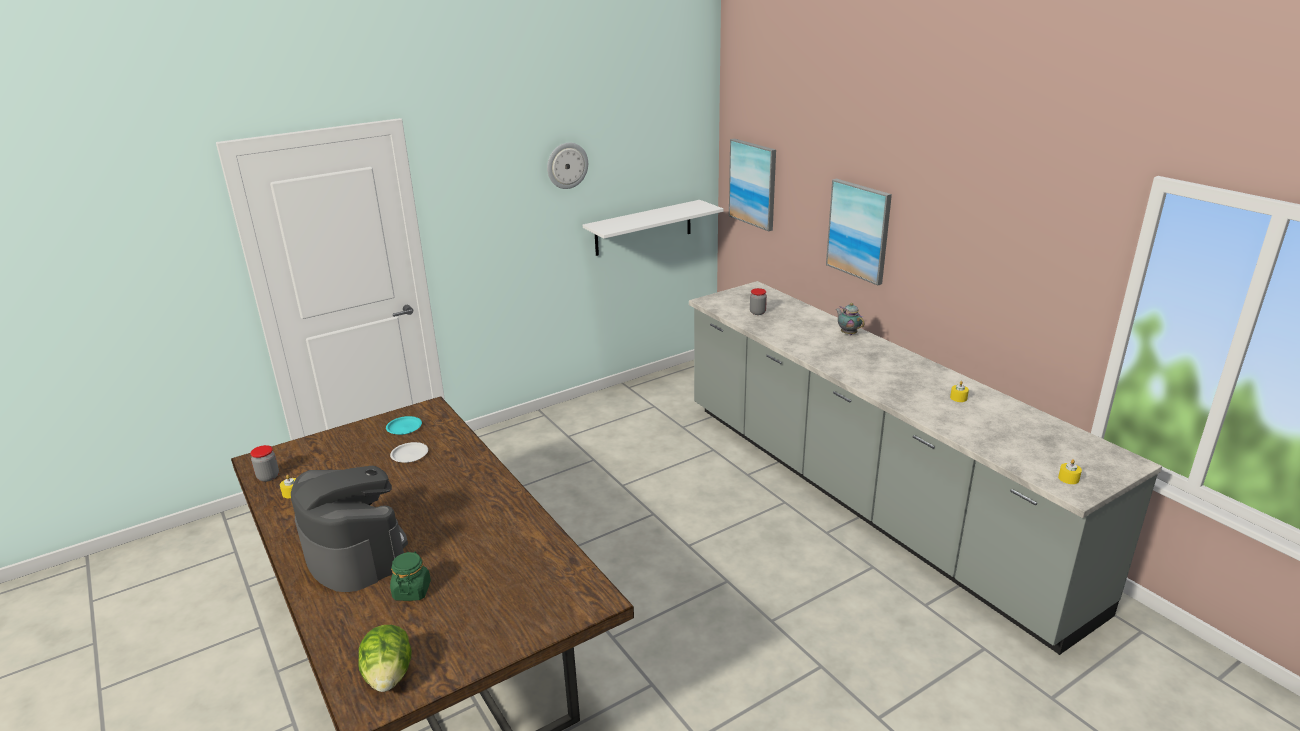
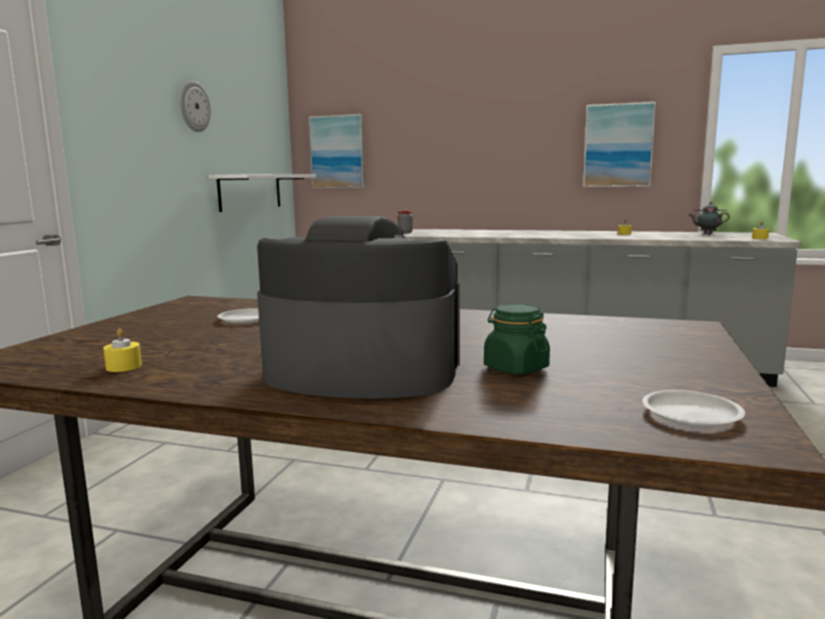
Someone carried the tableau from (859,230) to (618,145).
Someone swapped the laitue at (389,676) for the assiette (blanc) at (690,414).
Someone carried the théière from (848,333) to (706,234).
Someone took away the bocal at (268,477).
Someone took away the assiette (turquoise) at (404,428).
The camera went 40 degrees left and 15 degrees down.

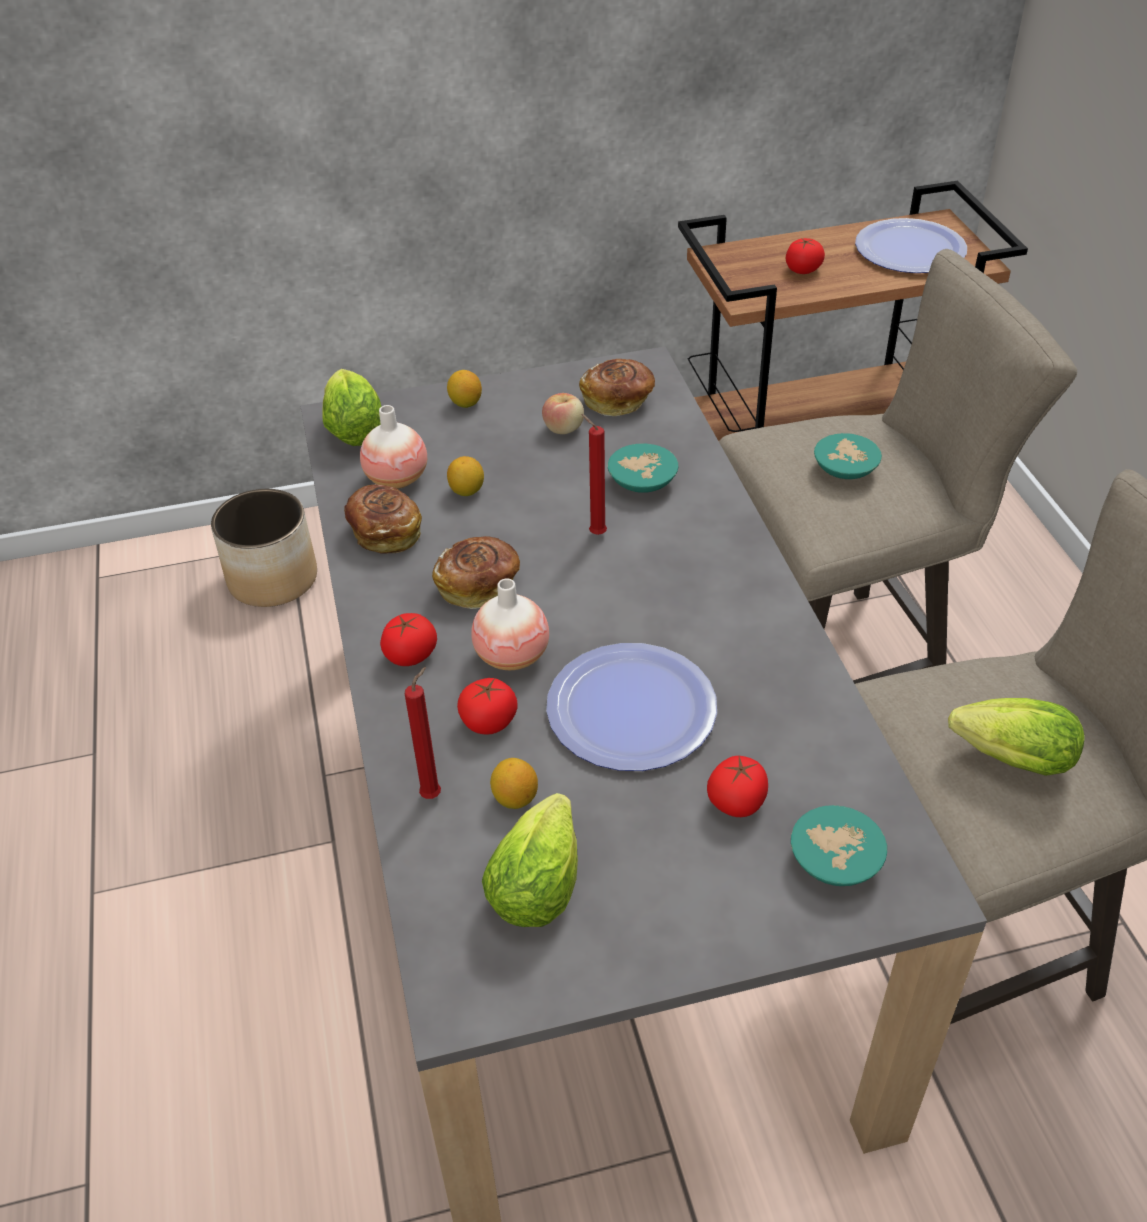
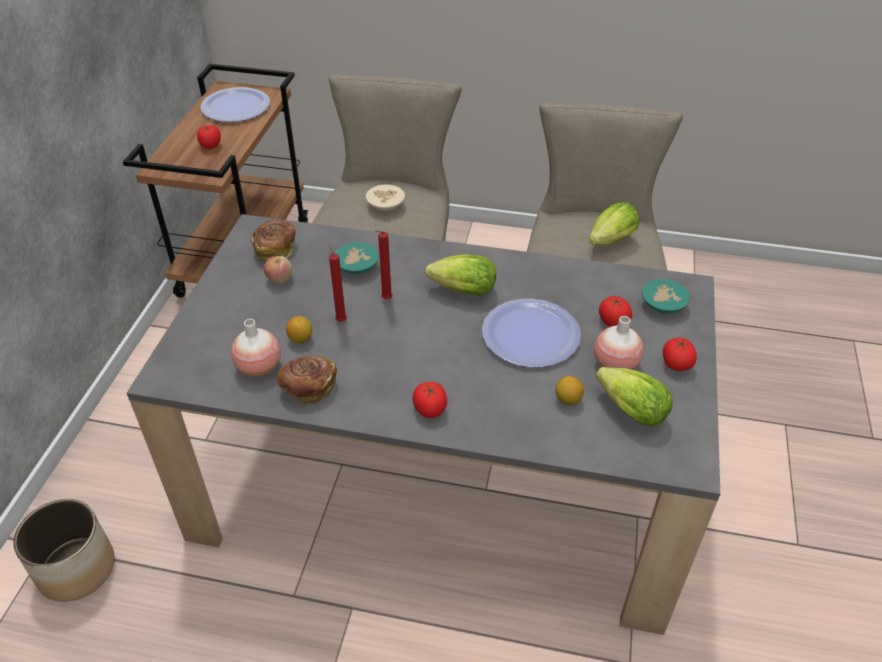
Someone carried the bougie (rouge) from (433,794) to (341,320).
Someone repainted the bol (turquoise) at (845,468), which became the bol (beige) at (384,205).
Someone carried the laitue from (353,427) to (459,290).
Someone carried the vase from (512,656) to (615,364).
Someone carried the tomate from (489,721) to (676,364).
Someone took away the pain at (479,586).
Someone took away the citron at (465,403).
The camera went 65 degrees left and 0 degrees up.

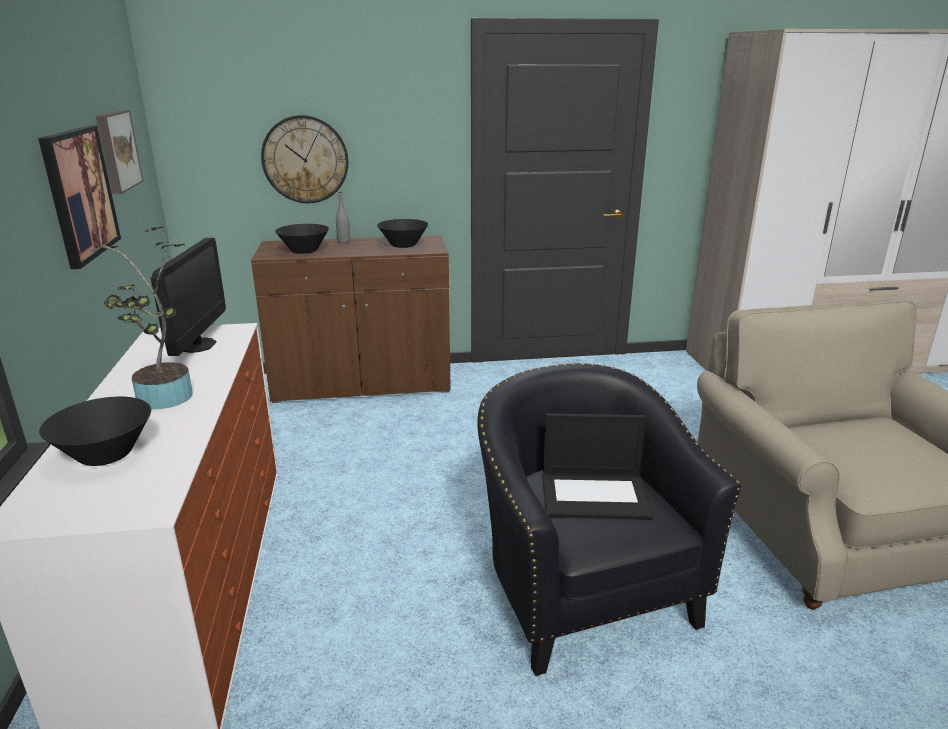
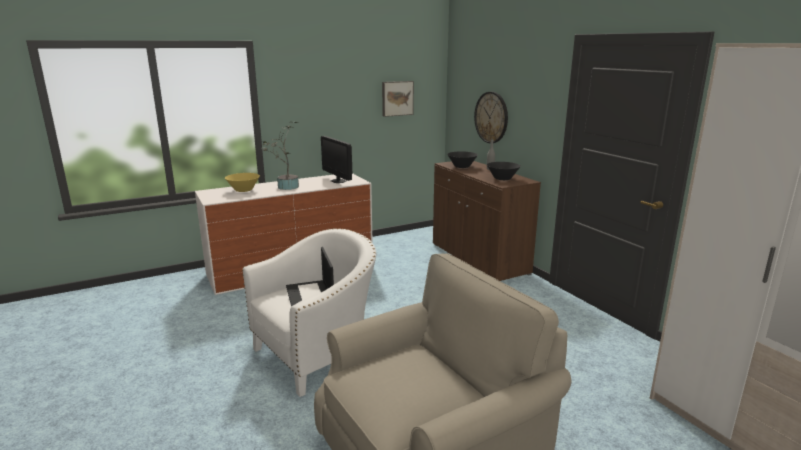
Someone repainted the bol (noir) at (105,455), which became the bol (jaune) at (243,190).
Someone repainted the fauteuil (noir) at (581,590), which became the fauteuil (blanc) at (318,355).
Someone rotated the écran d'ordinateur at (198,345) by 75 degrees clockwise.
Someone took away the tableau at (79,194).
The camera went 70 degrees right and 5 degrees down.

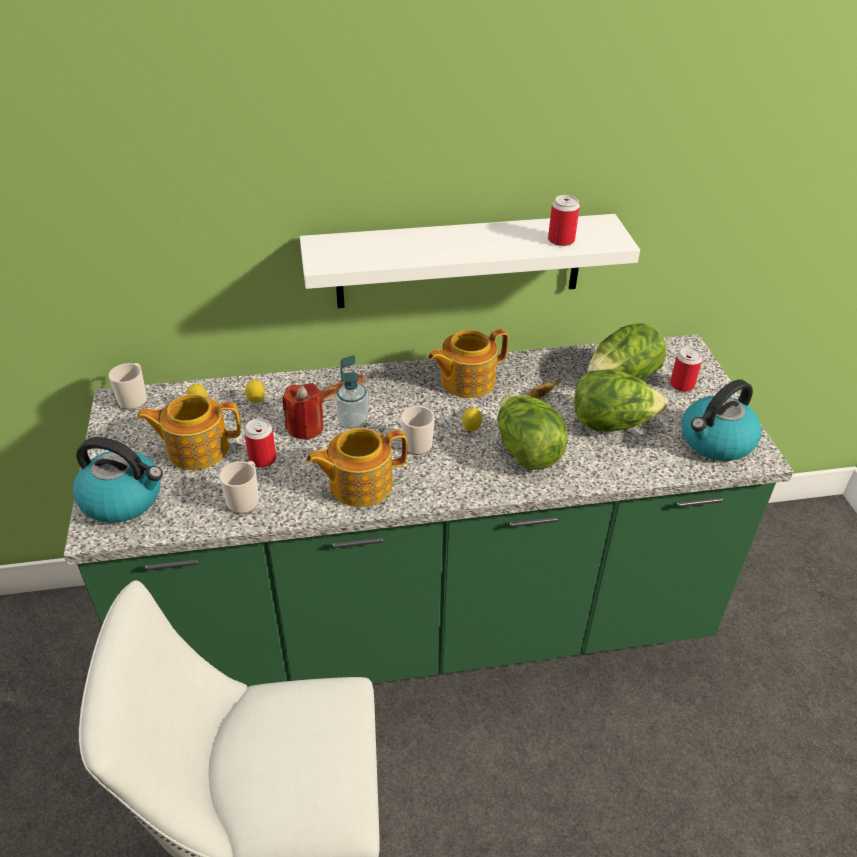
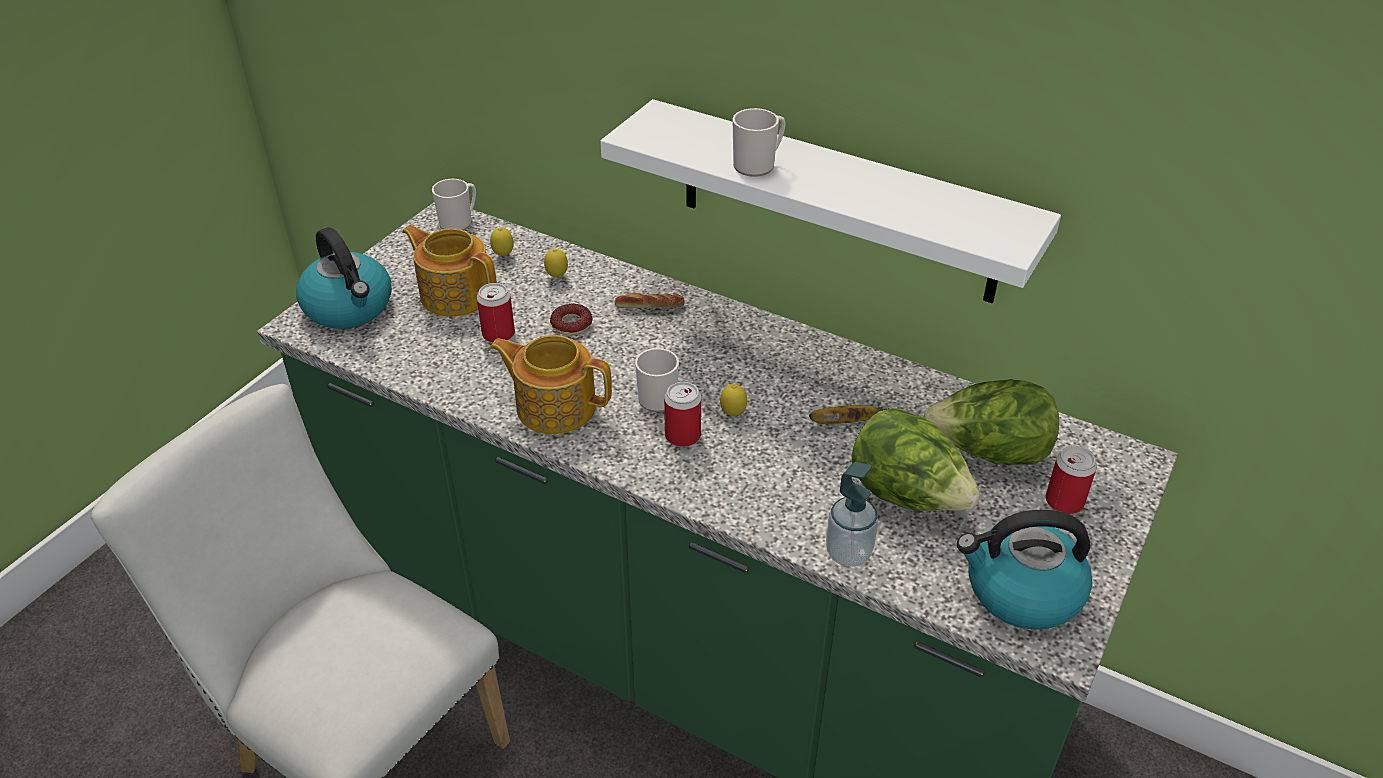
Someone swapped the bougie (rouge) at (305,428) for the beignet at (571,324).
Someone carried the boîte métallique from (561,240) to (682,436).
Someone carried the mug from (245,500) to (758,165).
Someone carried the distributeur de savon from (353,421) to (848,553).
Someone took away the théière at (466,381).
Someone took away the laitue at (526,451).
The camera went 40 degrees right and 0 degrees up.

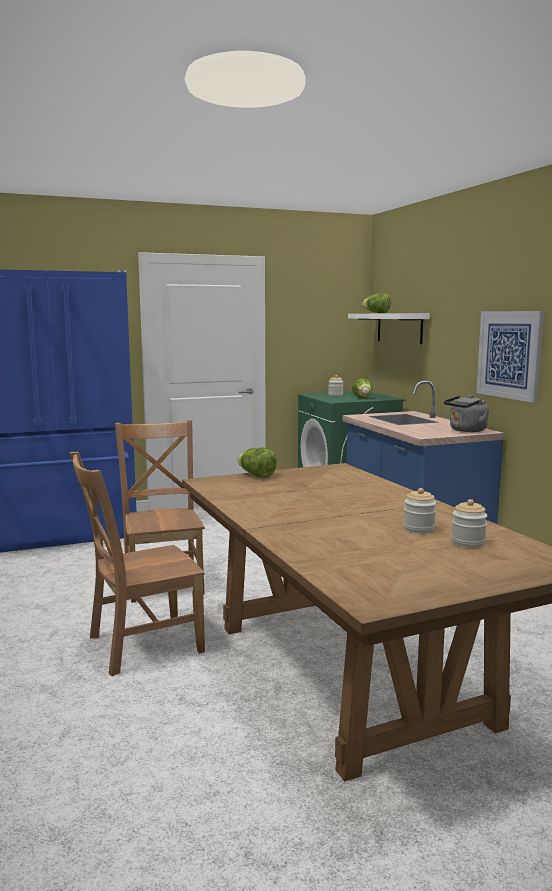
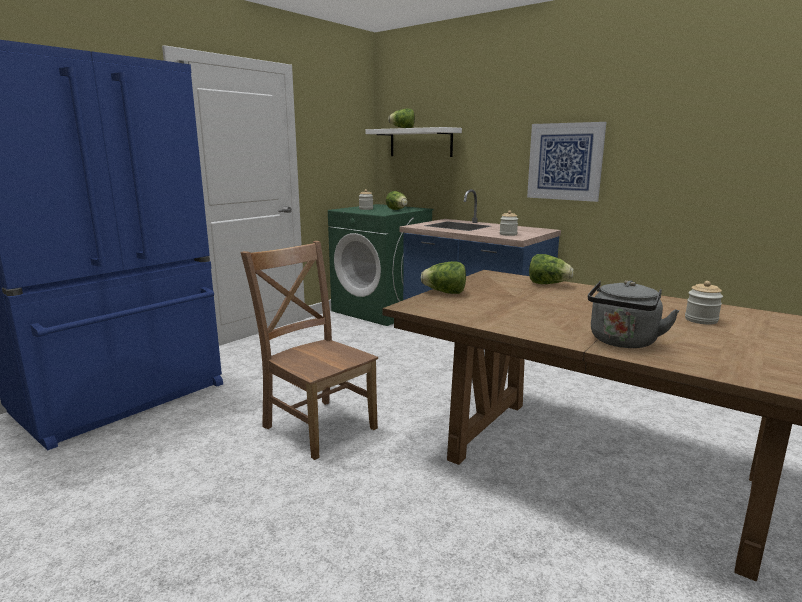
Someone carried the bocal from (468,542) to (508,234).
Someone put down the laitue at (548,284).
Someone carried the bouilloire (gris) from (466,430) to (622,342).
Someone took away the chaise (marron) at (140,645).
The camera went 30 degrees left and 5 degrees up.

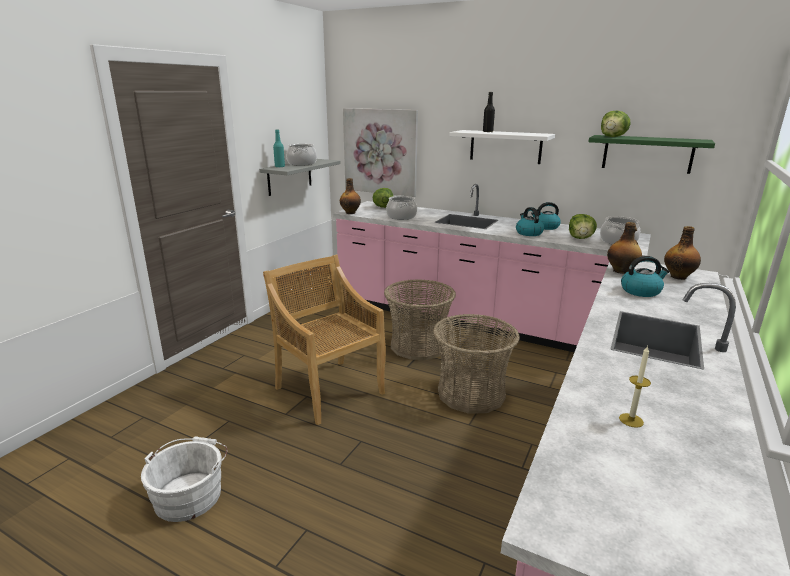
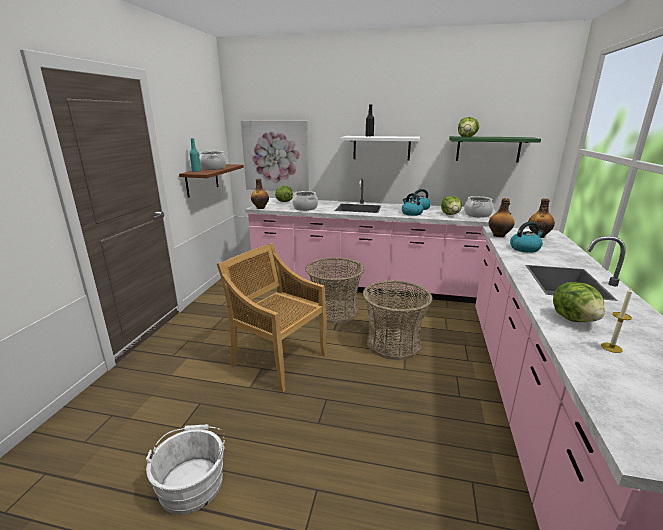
Someone repainted the étagère (gris) at (290,176), which became the étagère (marron) at (202,180).
Someone put down the laitue at (575,319).
The camera went 15 degrees left and 0 degrees up.

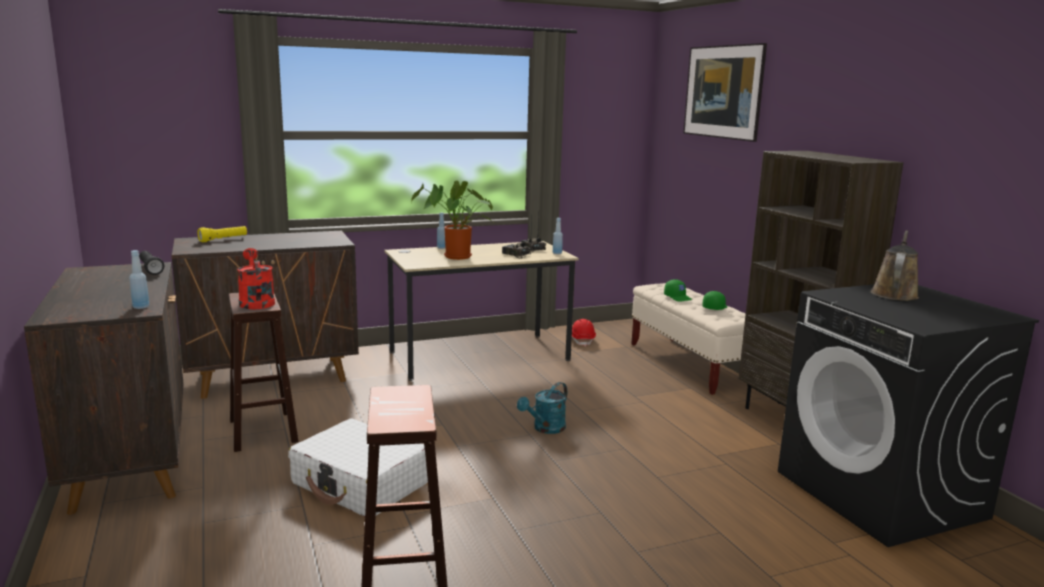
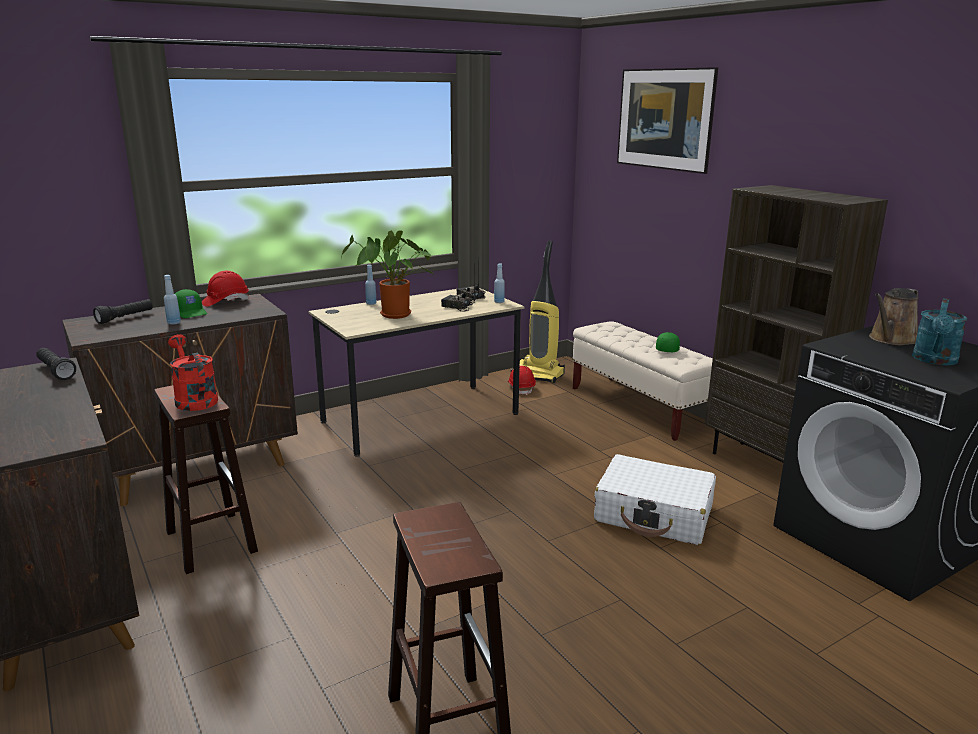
Someone repainted the lampe de poche (jaune) at (223,240), which became the lampe de poche (noir) at (125,318).
Someone carried the bouteille (bleu) from (141,307) to (174,323).
Someone carried the casquette (vert) from (678,297) to (191,313).
Someone put down the casque de chantier (rouge) at (226,302).
Someone put down the aspirateur at (538,374).
Someone carried the valise (blanc) from (360,483) to (654,514).
Someone rotated the arrosoir (marron) at (894,294) by 150 degrees counterclockwise.
Someone carried the arrosoir (turquoise) from (545,429) to (934,361).
The camera went 10 degrees left and 5 degrees up.

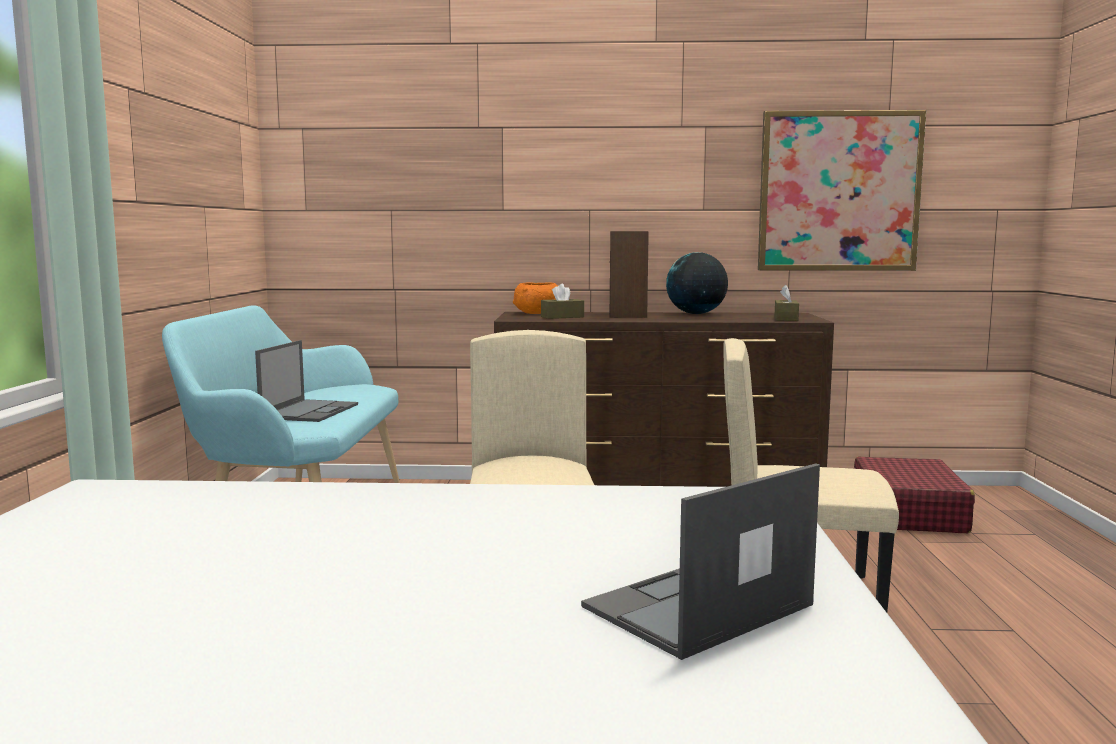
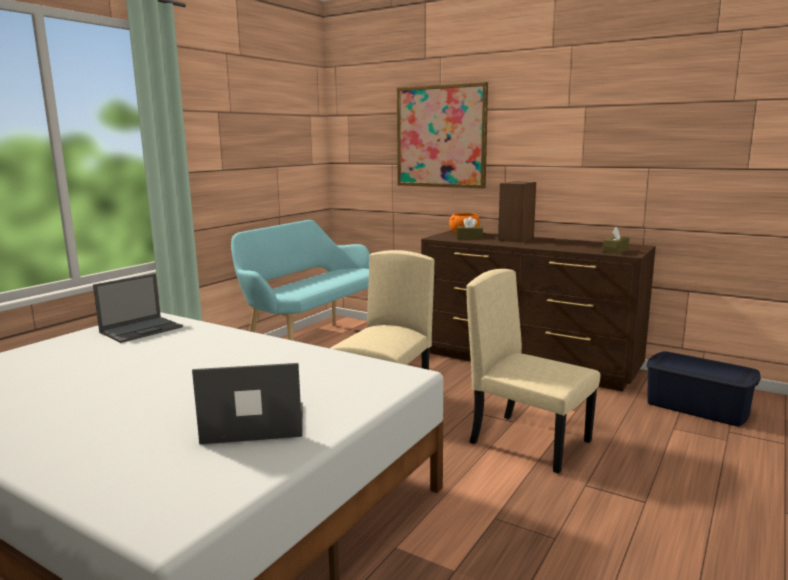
Someone carried the ordinateur portable from (310,411) to (142,329).
Someone carried the tableau from (839,191) to (441,136).
Someone swapped the valise (rouge) at (907,513) for the boîte de rangement (bleu) at (697,406).
Someone took away the globe at (696,314).
The camera went 30 degrees right and 5 degrees up.

